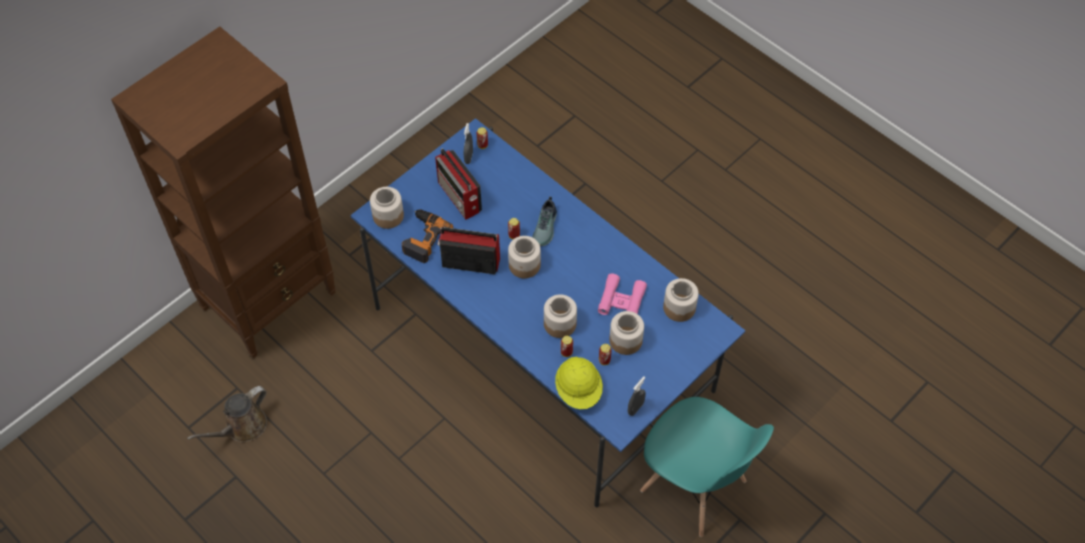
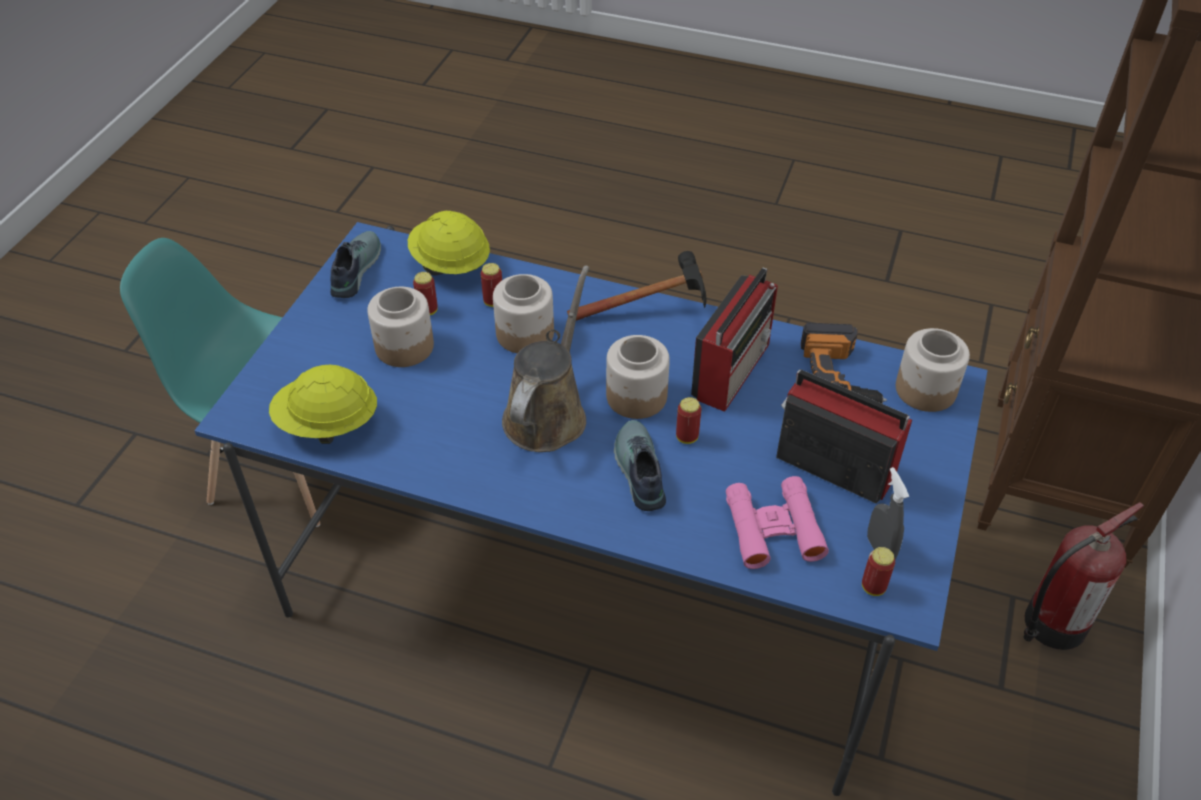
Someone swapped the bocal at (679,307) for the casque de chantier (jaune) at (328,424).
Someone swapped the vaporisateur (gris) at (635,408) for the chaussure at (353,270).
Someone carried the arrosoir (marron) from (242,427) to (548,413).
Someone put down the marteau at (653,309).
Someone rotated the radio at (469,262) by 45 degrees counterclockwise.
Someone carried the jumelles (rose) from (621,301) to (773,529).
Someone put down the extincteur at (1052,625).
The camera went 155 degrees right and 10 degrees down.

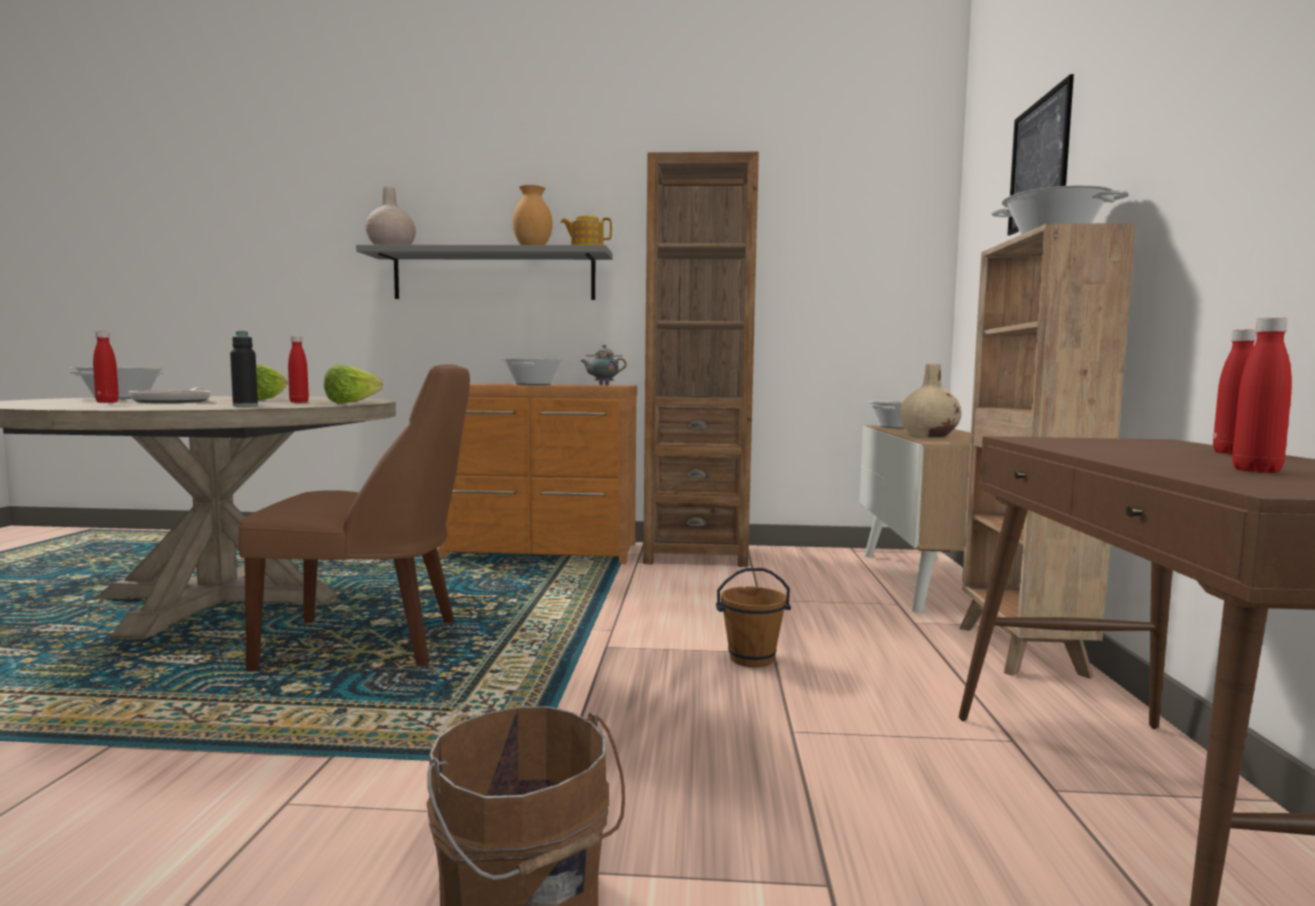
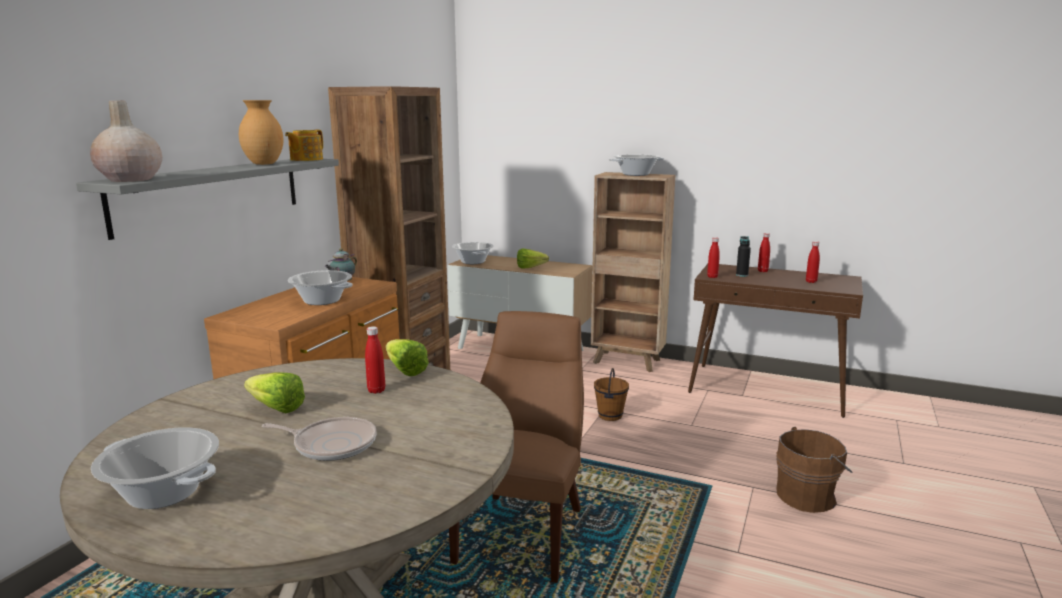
Someone swapped the vase (beige) at (929,435) for the laitue at (533,268).
Someone carried the bouteille (rouge) from (107,402) to (712,277).
Someone carried the bouteille (noir) from (245,406) to (742,275).
Someone took away the tableau at (1039,162).
The camera went 70 degrees left and 10 degrees up.

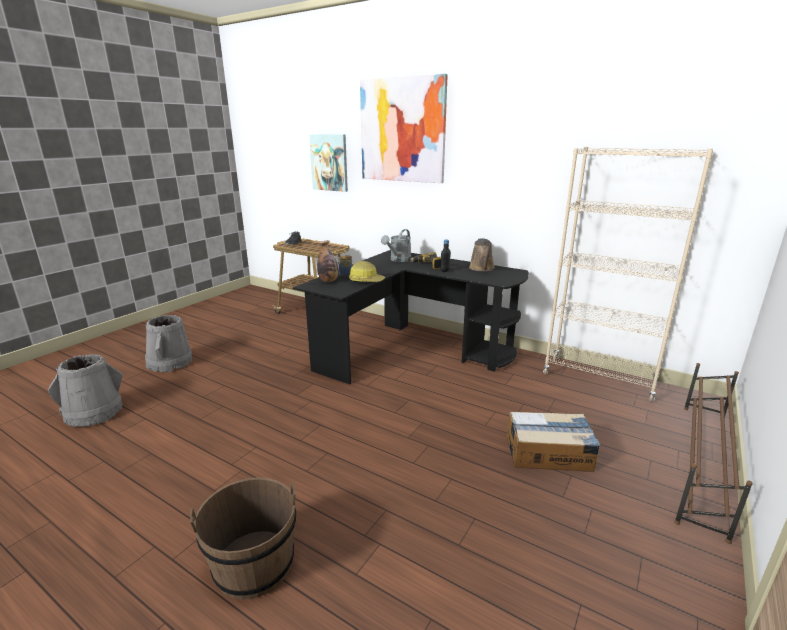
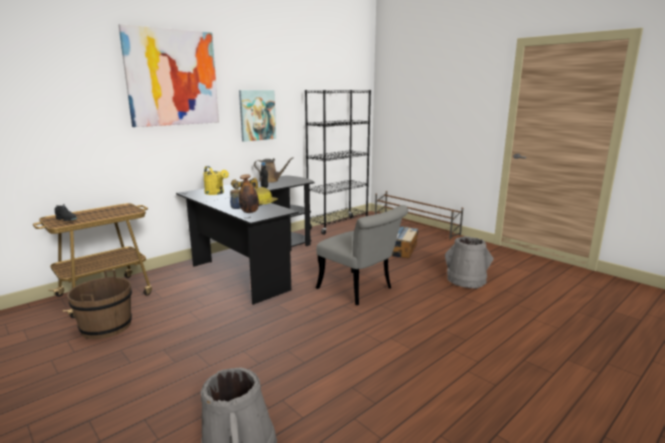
Someone carried the seau (marron) from (254,565) to (106,327).
Someone repainted the arrosoir (gris) at (398,260), which became the arrosoir (jaune) at (216,193).
Someone carried the tableau from (329,162) to (257,115).
Someone repainted the bibliothèque (beige) at (599,379), which became the bibliothèque (noir) at (338,225).
Someone put down the chaise (gris) at (360,290).
Someone carried the seau (gris) from (170,363) to (466,280).
The camera went 75 degrees left and 5 degrees down.

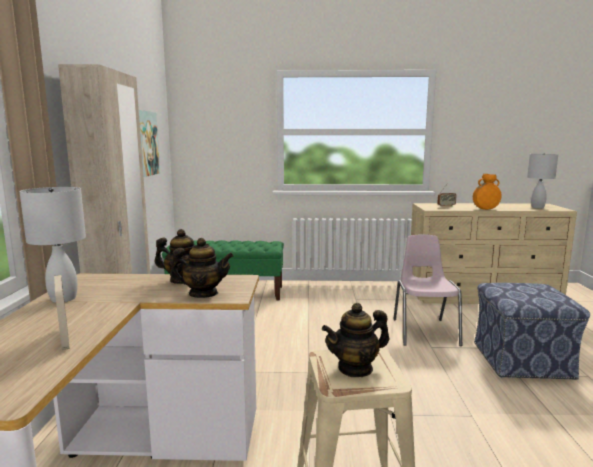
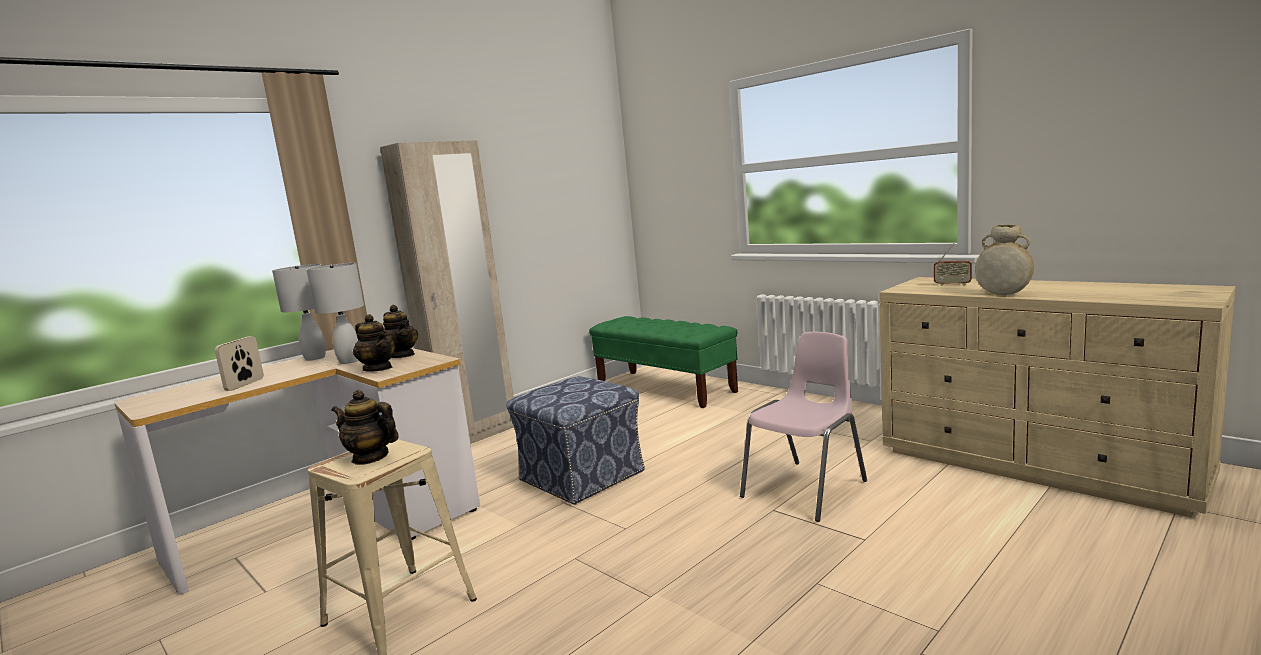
Someone carried the lampe de table (blanc) from (538,207) to (349,361).
Someone carried the pouf from (522,361) to (581,477).
Someone repainted the vase (orange) at (485,209), which became the vase (beige) at (1003,294).
Someone took away the tableau at (145,143).
The camera went 45 degrees right and 0 degrees up.

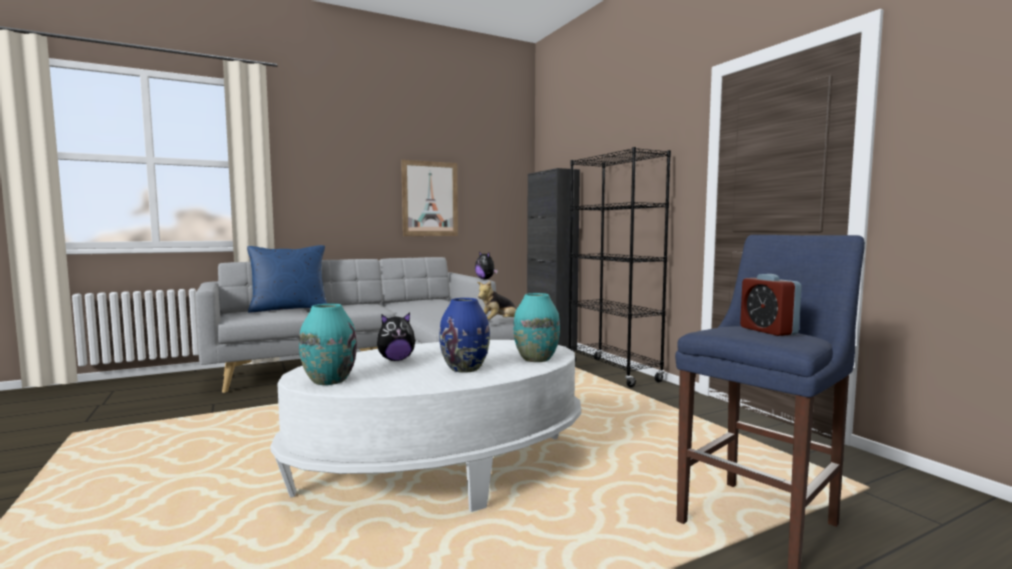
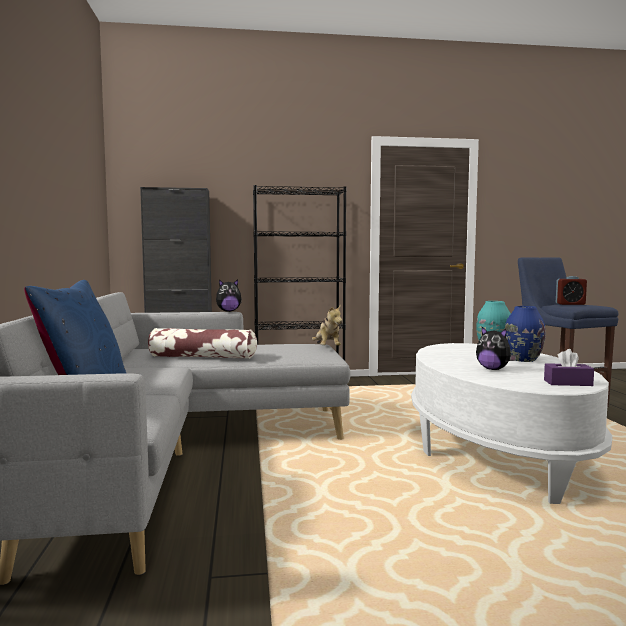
Someone put down the coussin at (202,357).
Someone rotated the peluche at (396,360) by 135 degrees clockwise.
Someone swapped the vase (turquoise) at (329,380) for the boîte à mouchoirs (violet) at (568,383).
Someone took away the tableau at (430,199).
The camera went 70 degrees left and 0 degrees up.

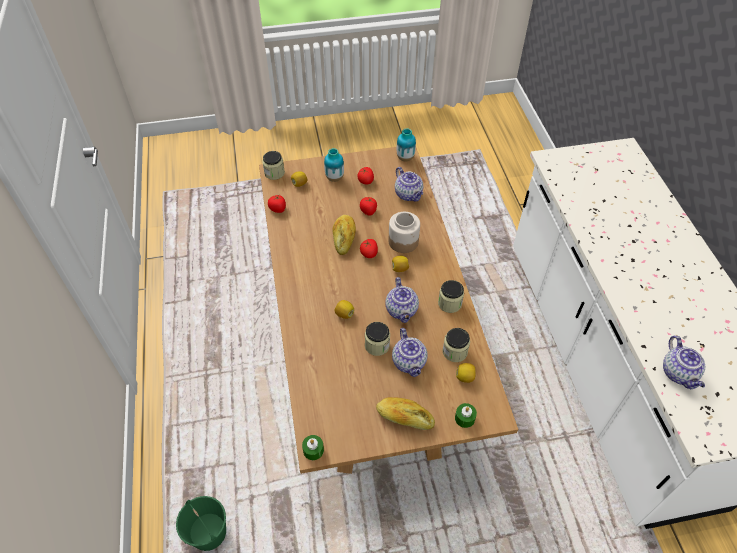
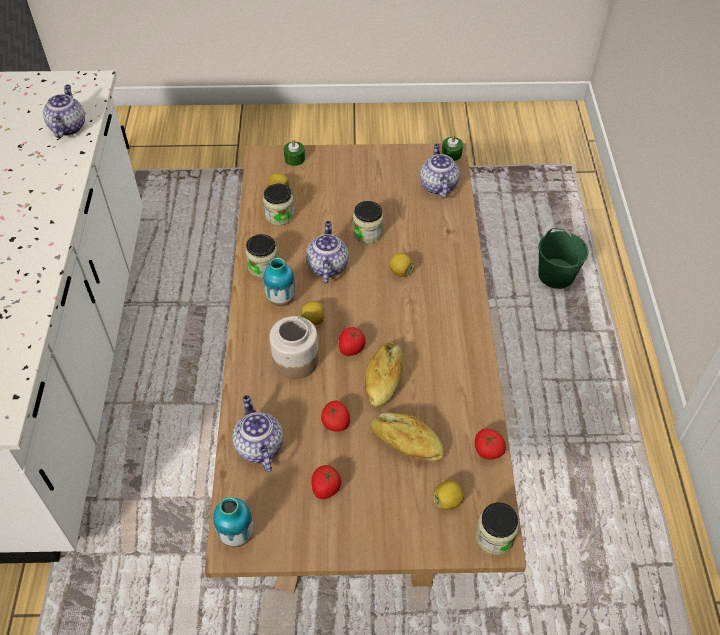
Someone carried the vase from (334,178) to (281,299).
Someone carried the pain from (404,418) to (406,443).
Someone carried the théière from (409,363) to (437,185).
The camera went 170 degrees left and 0 degrees up.

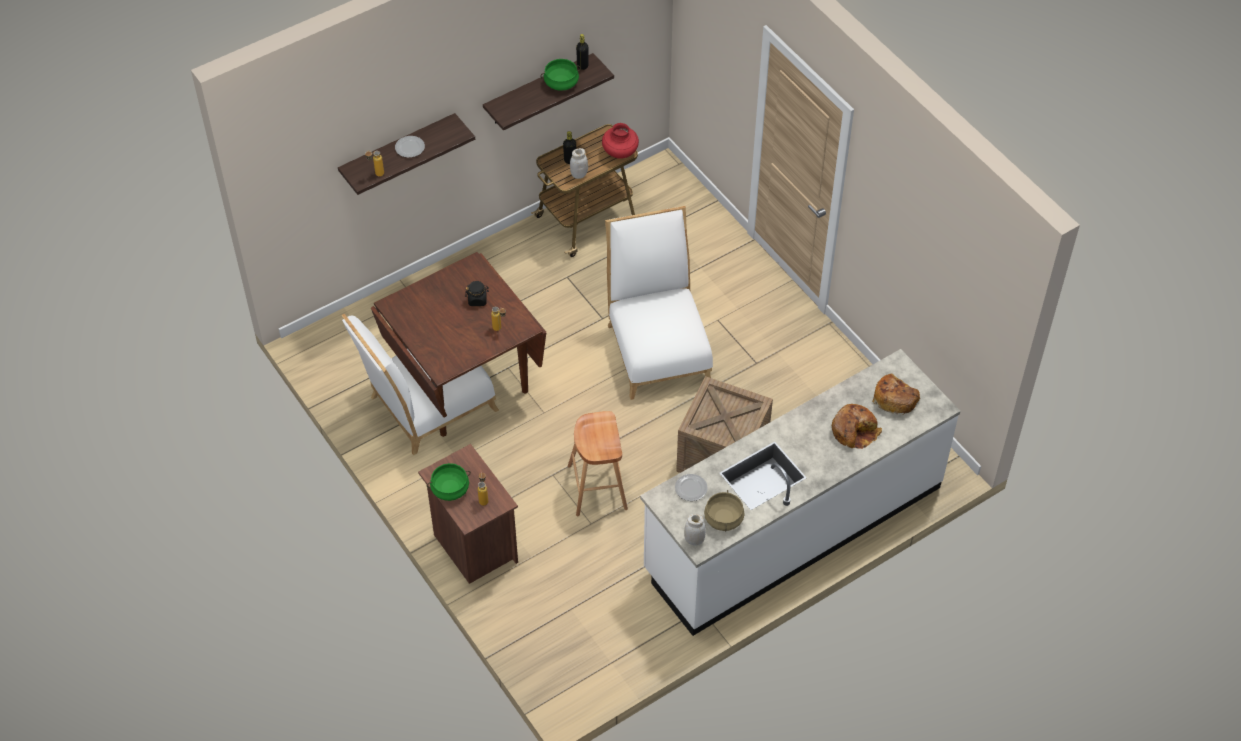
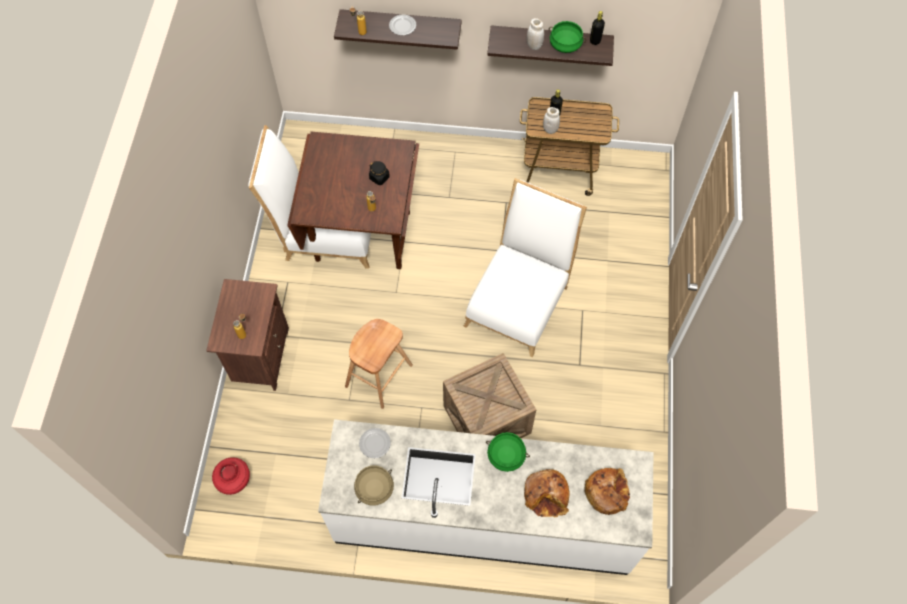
Someone carried the vase (rouge) from (620,152) to (234,480).
Someone carried the marmite (vert) from (450,488) to (506,455).
Someone carried the bocal (blanc) from (694,540) to (534,45).
The camera went 40 degrees right and 10 degrees up.

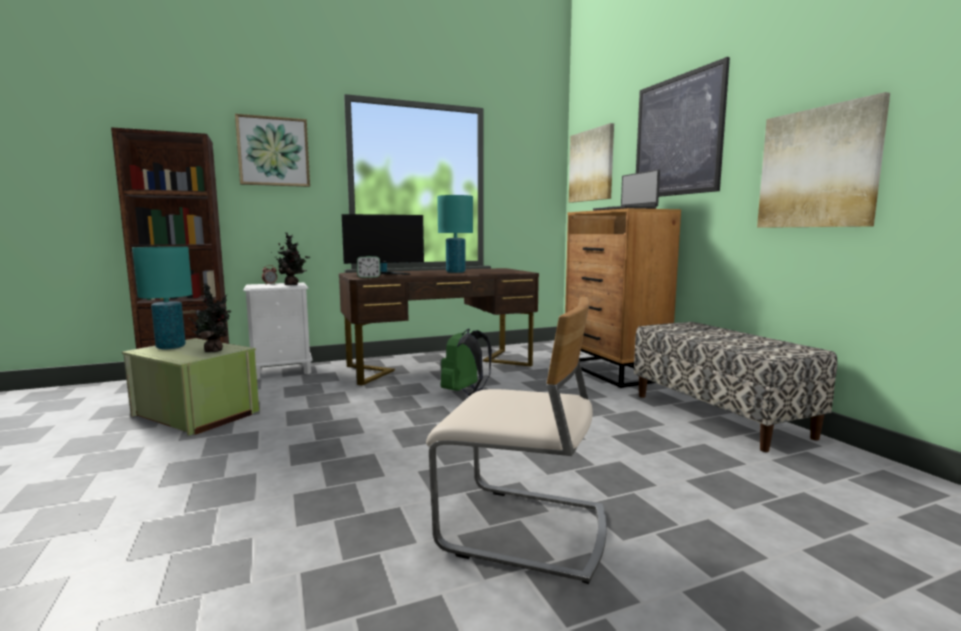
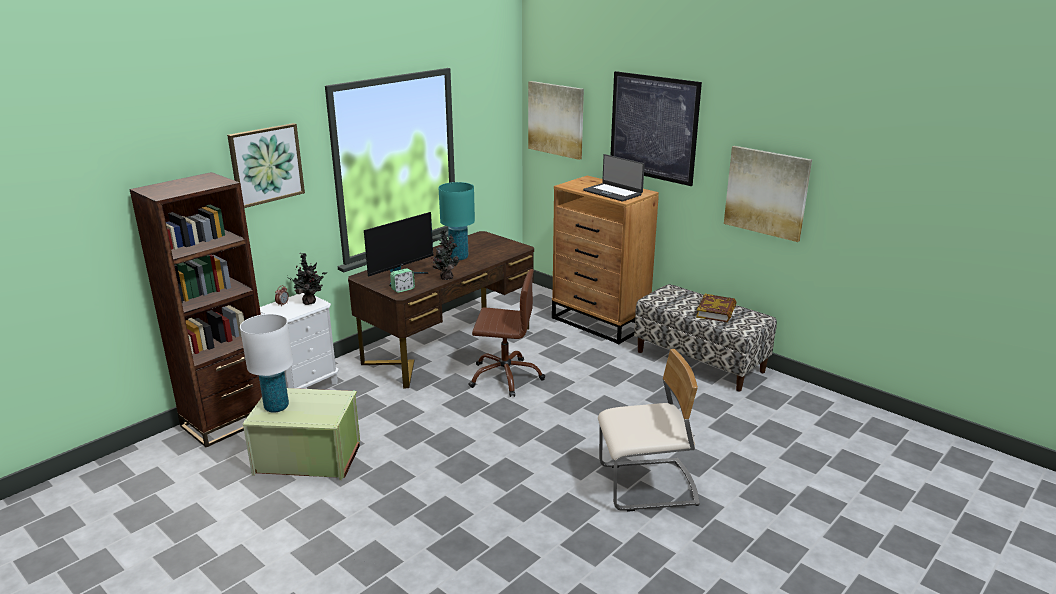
Someone repainted the lampe de table (turquoise) at (171,347), which became the lampe de table (blanc) at (276,407).
Someone carried the plante en pot from (214,350) to (446,277).
Someone swapped the sac à dos (vert) at (465,392) for the chaise de bureau (marron) at (505,377).
Someone put down the livre at (716,312).
The camera went 25 degrees left and 15 degrees up.

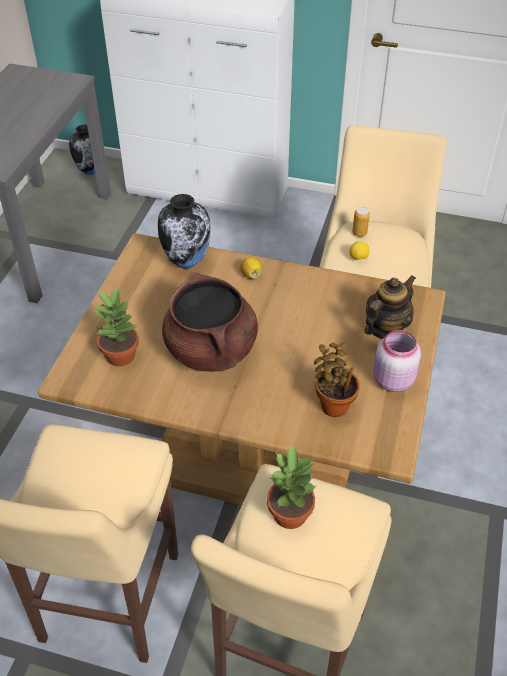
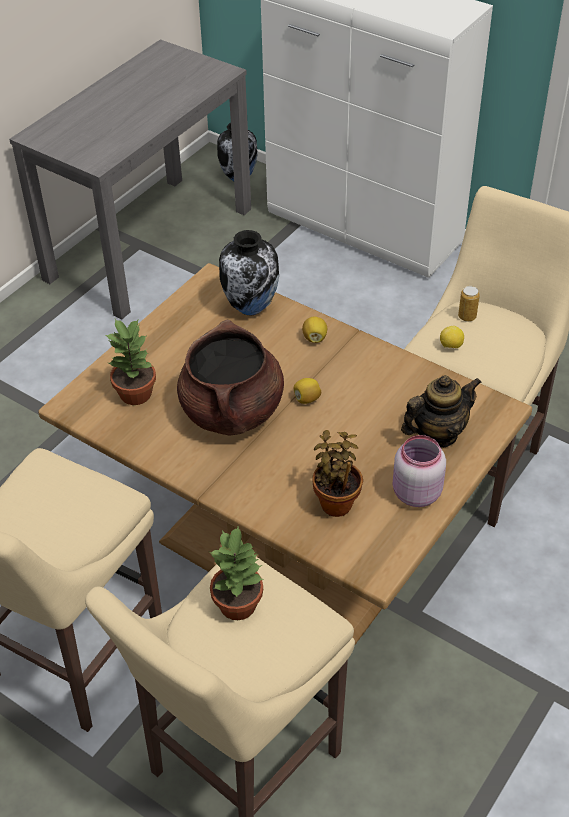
Someone put down the citron at (307,399).
The camera went 20 degrees right and 0 degrees up.

